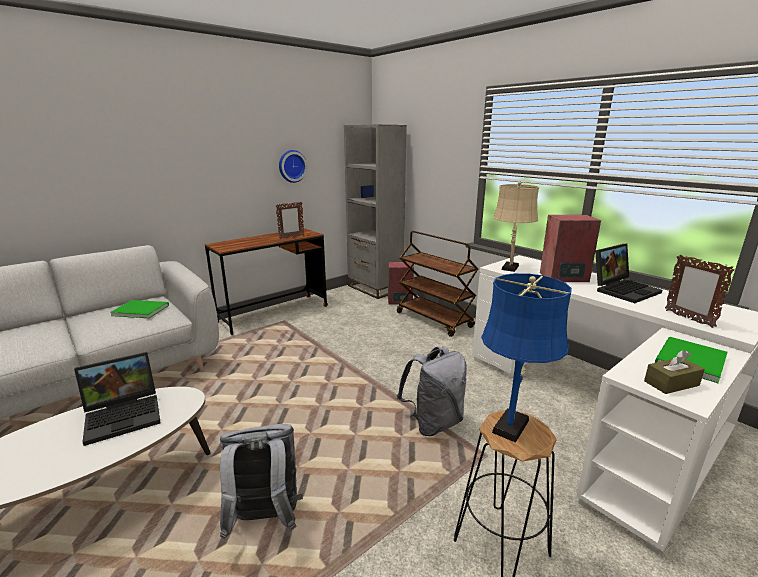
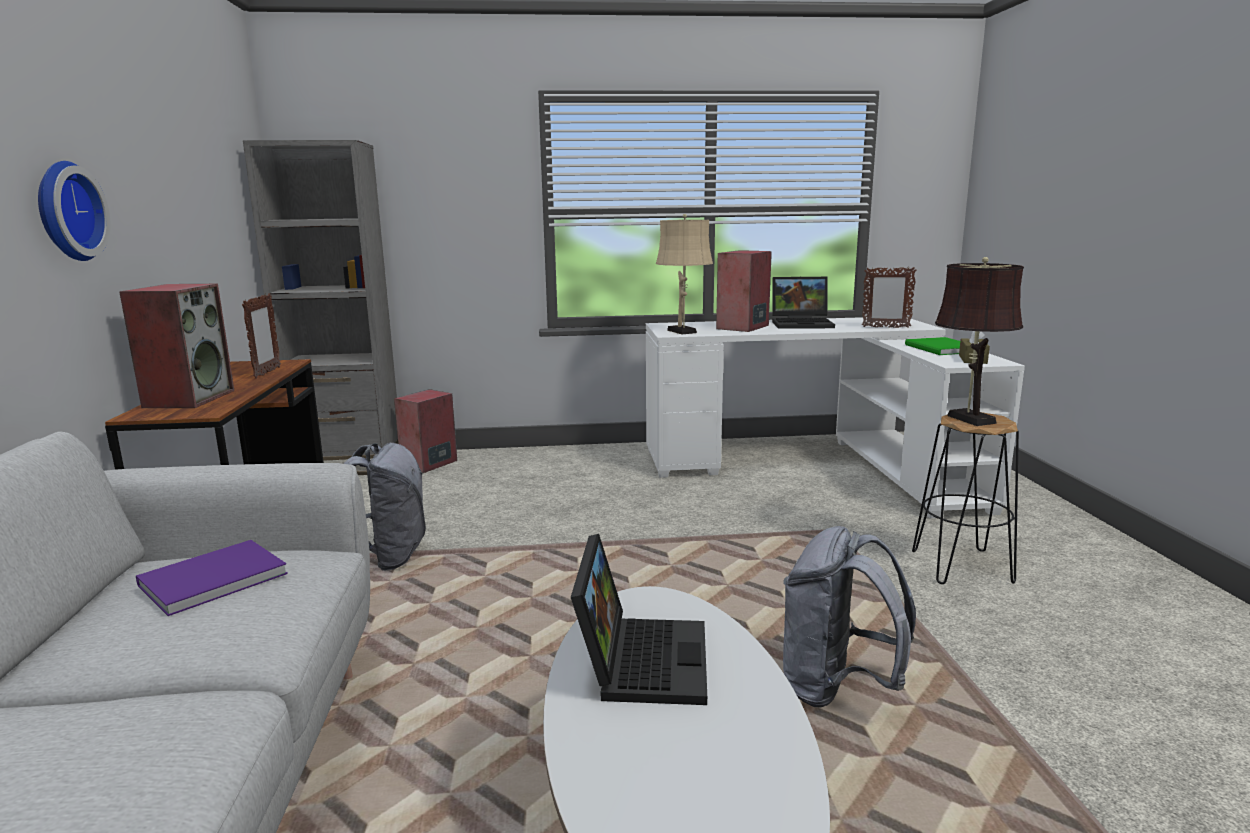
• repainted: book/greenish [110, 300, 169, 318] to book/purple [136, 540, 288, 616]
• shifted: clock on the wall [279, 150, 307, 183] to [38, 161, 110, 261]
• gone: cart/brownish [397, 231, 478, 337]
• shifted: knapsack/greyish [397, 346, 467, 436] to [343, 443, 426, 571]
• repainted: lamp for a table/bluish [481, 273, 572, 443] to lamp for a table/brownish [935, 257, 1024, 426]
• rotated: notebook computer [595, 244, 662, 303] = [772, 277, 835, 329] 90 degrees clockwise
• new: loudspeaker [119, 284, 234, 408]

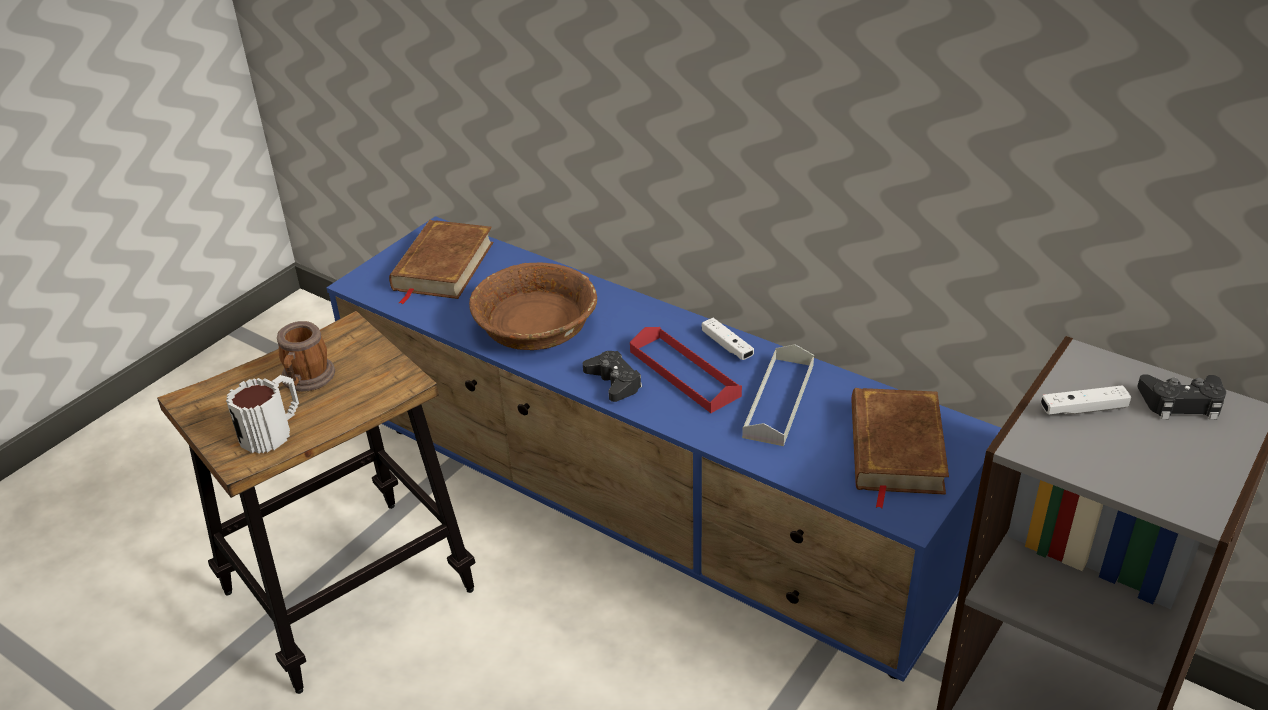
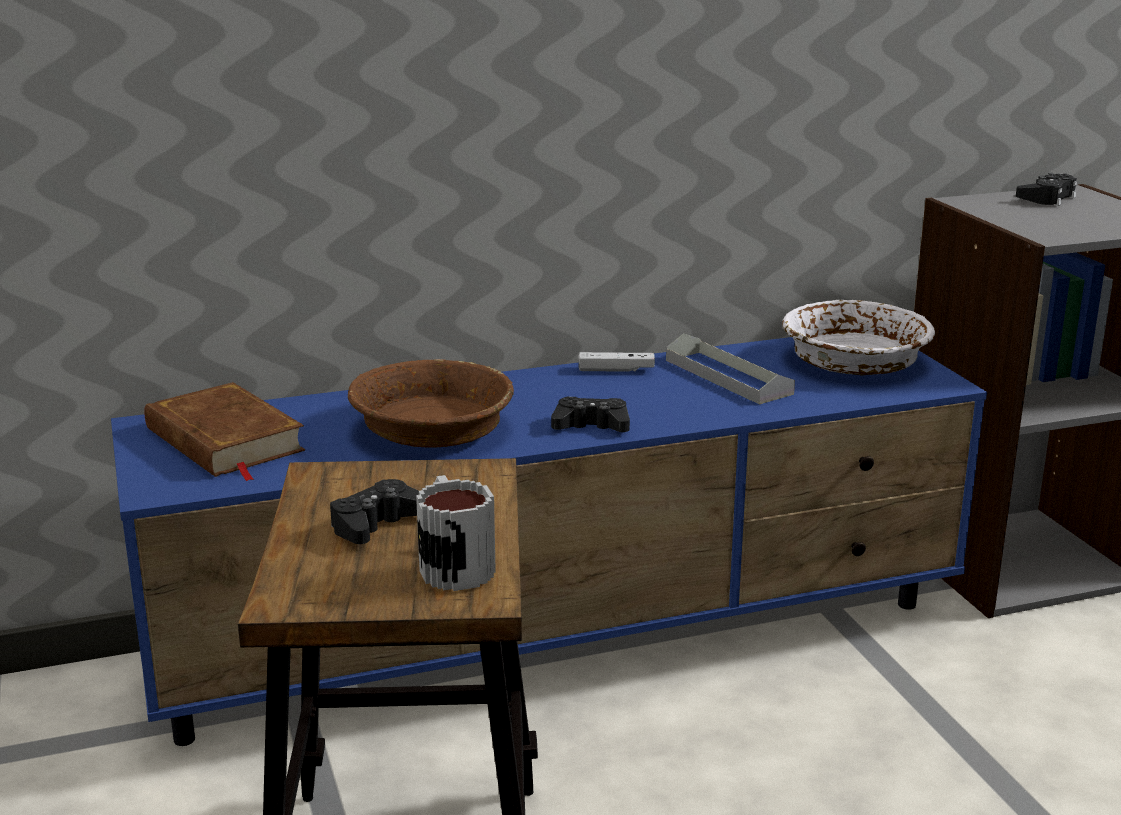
• swapped: coffee mug [277, 321, 335, 392] to game controller/blackish [330, 479, 419, 544]
• gone: carrying tray/red-coloured [630, 327, 742, 413]
• swapped: book/brownish [852, 388, 949, 508] to serving bowl/whitish [782, 300, 935, 376]
• gone: game controller/whitish [1041, 385, 1131, 415]

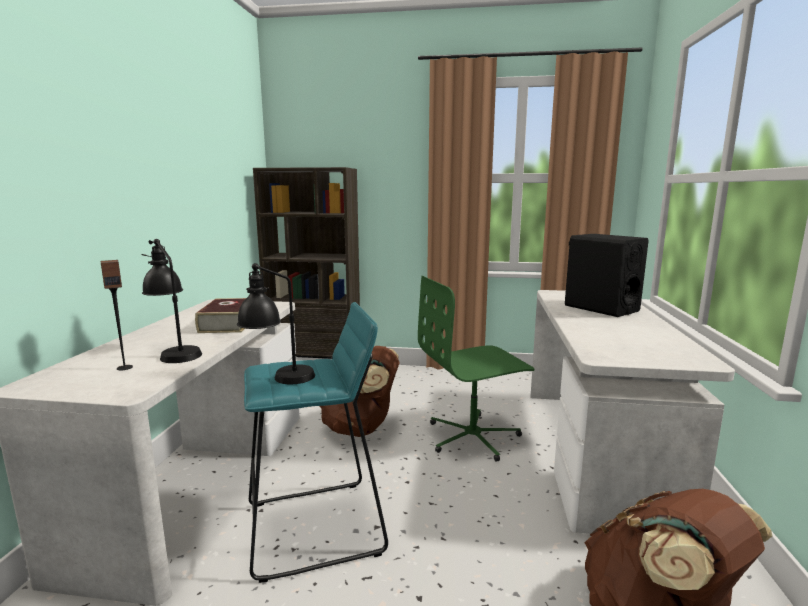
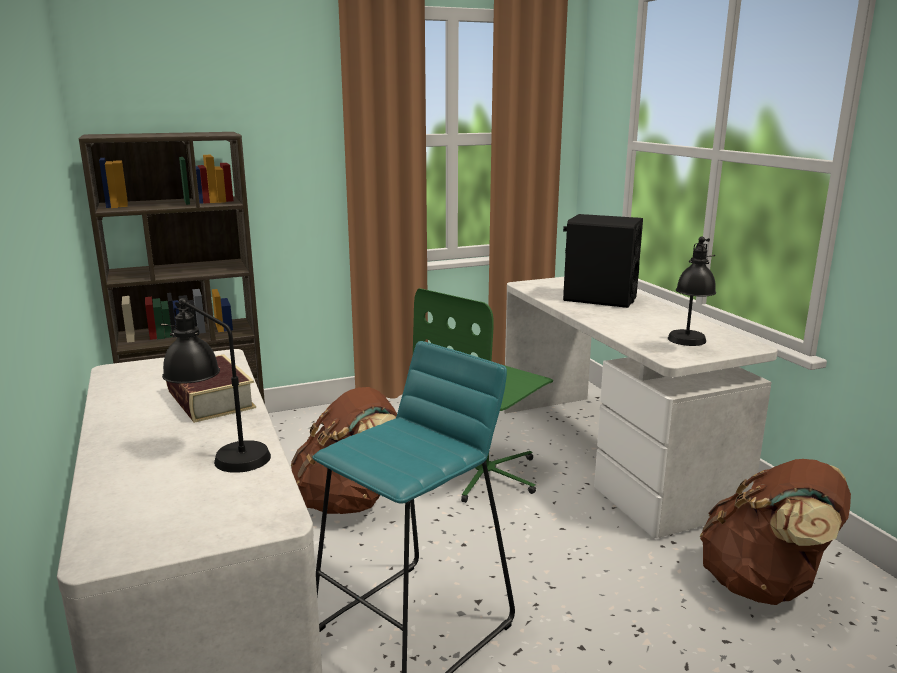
• gone: loudspeaker [101, 260, 133, 371]
• shifted: lamp for a table/blackish [237, 263, 315, 384] to [668, 237, 716, 346]

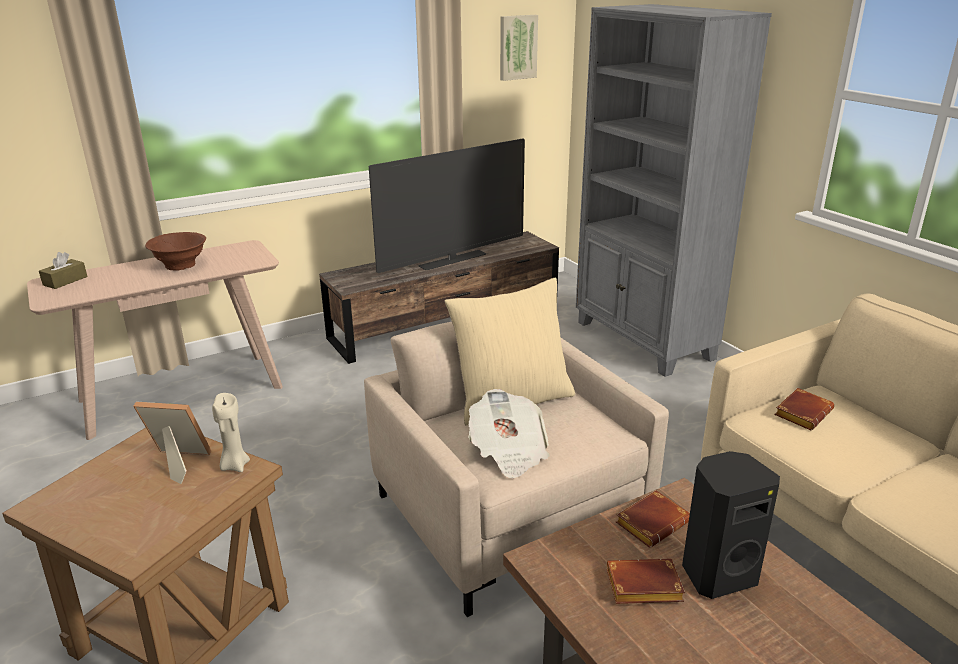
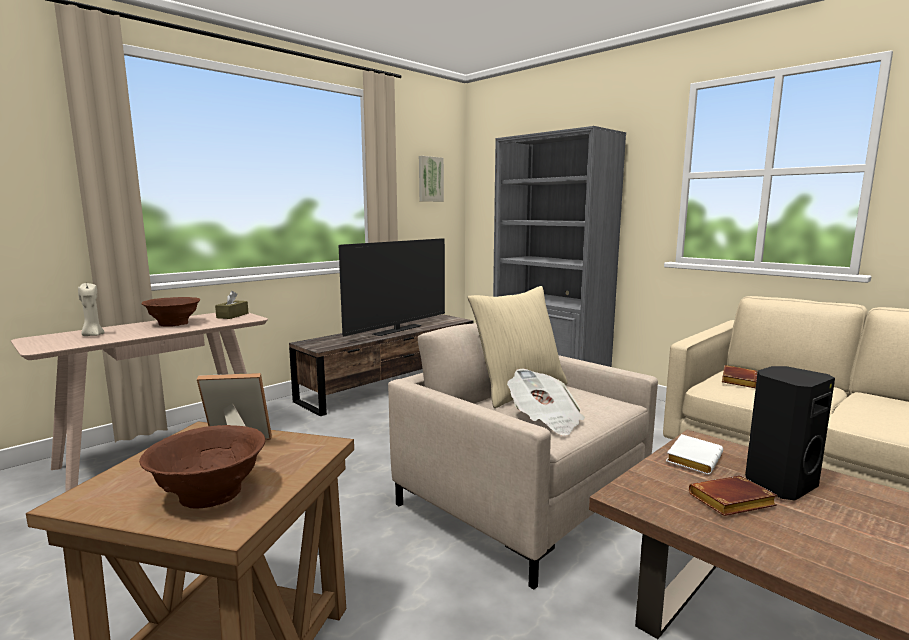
• shifted: tissue holder/brownish [39, 252, 87, 289] to [215, 291, 248, 319]
• shifted: wax candle/beige [212, 393, 250, 472] to [78, 282, 105, 336]
• repainted: book/brownish [616, 490, 690, 548] to book/whitish [666, 434, 723, 475]
• new: serving bowl/brownish [139, 425, 265, 508]

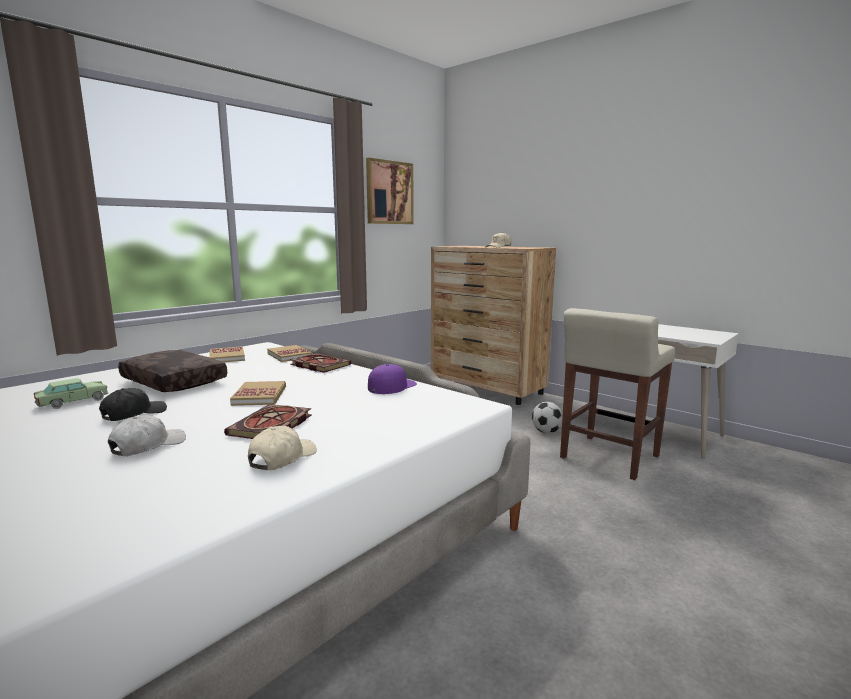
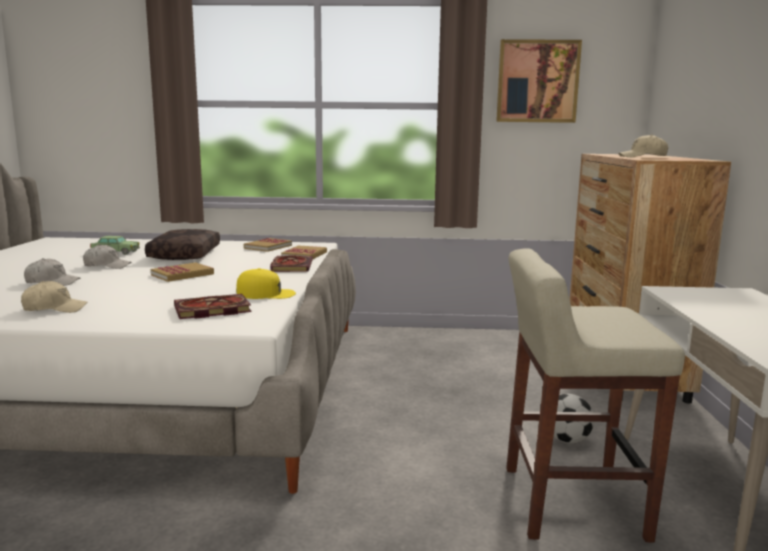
• repainted: cap/blackish [99, 388, 167, 421] to cap/whitish [83, 244, 132, 269]
• shifted: book [224, 404, 312, 439] to [174, 294, 252, 319]
• repainted: cap/purple [368, 364, 417, 394] to cap/yellow [236, 268, 296, 299]

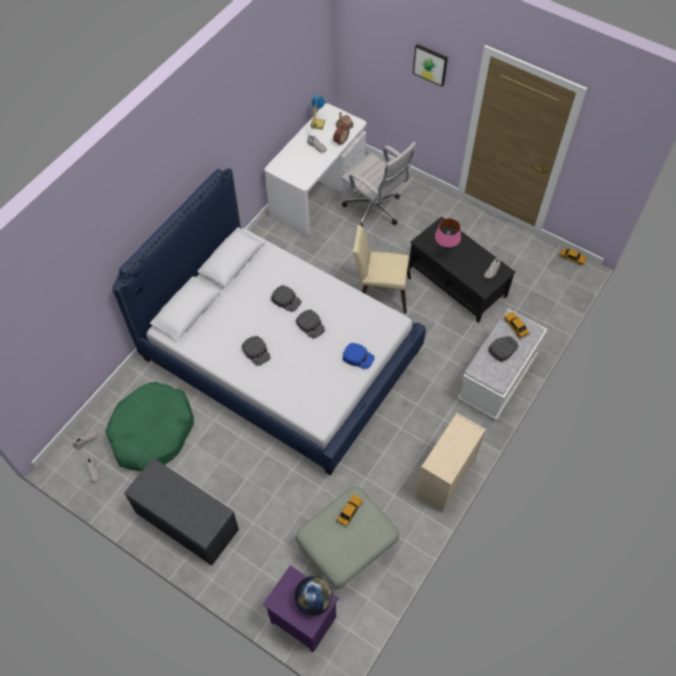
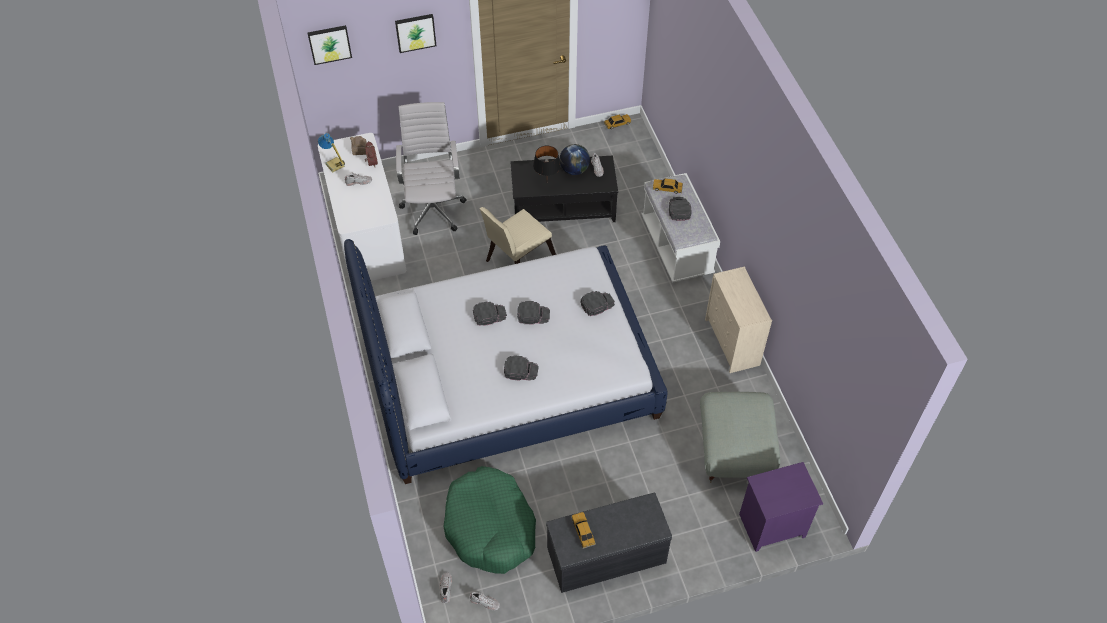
• shifted: desk globe [295, 576, 333, 616] to [559, 144, 590, 175]
• shifted: miniature car [336, 495, 363, 528] to [571, 512, 596, 549]
• rotated: desk chair/whitish [341, 141, 416, 227] = [396, 102, 466, 235] 90 degrees counterclockwise
• repainted: cap/bluish [343, 343, 375, 369] to cap/blackish [581, 291, 615, 316]
• repainted: lamp for a table/pinkish [435, 218, 461, 251] to lamp for a table/blackish [533, 146, 561, 176]
• new: wall picture [307, 25, 352, 65]

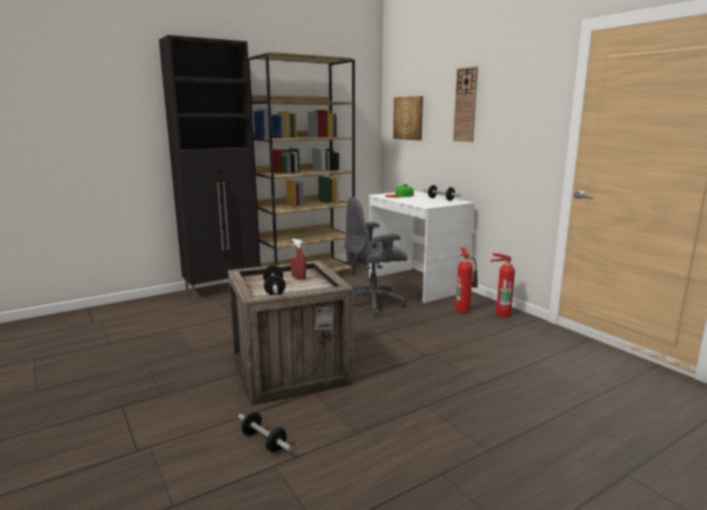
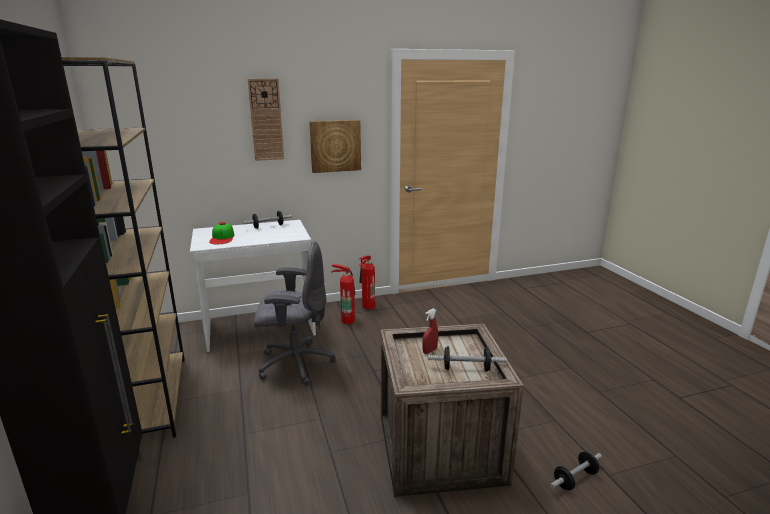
• rotated: desk chair/greyish [344, 197, 407, 317] = [254, 241, 335, 386] 90 degrees counterclockwise
• shifted: wall picture [393, 96, 423, 140] to [309, 120, 361, 173]

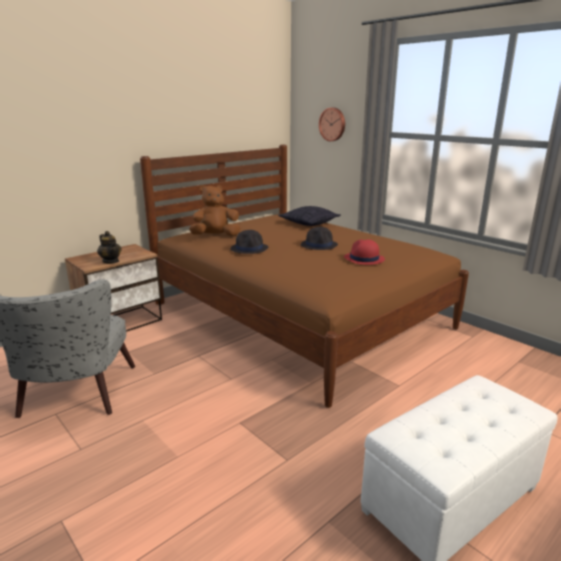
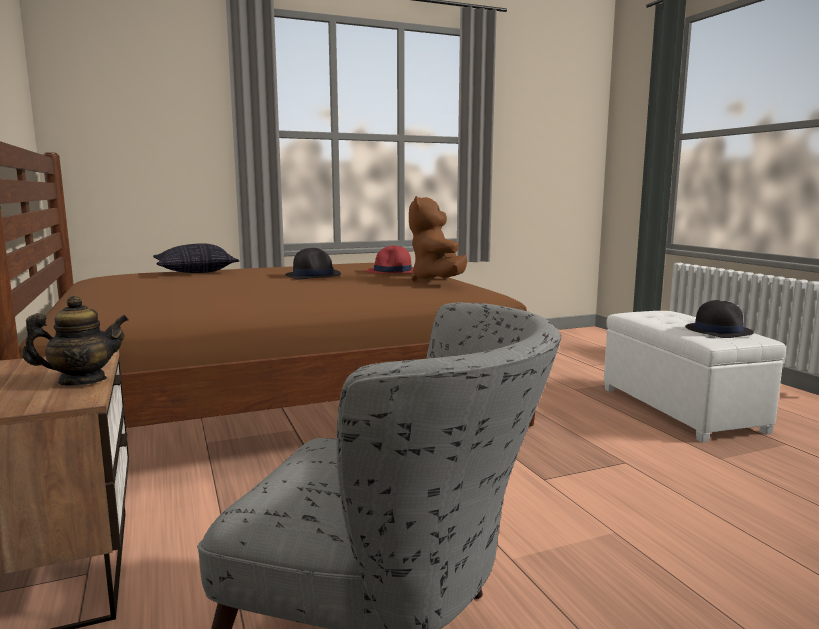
• shifted: plush toy/brownish [189, 185, 241, 236] to [409, 196, 467, 282]
• shifted: clothing hat/blackish [230, 230, 268, 254] to [685, 300, 754, 338]
• gone: clock on the wall [319, 108, 345, 141]

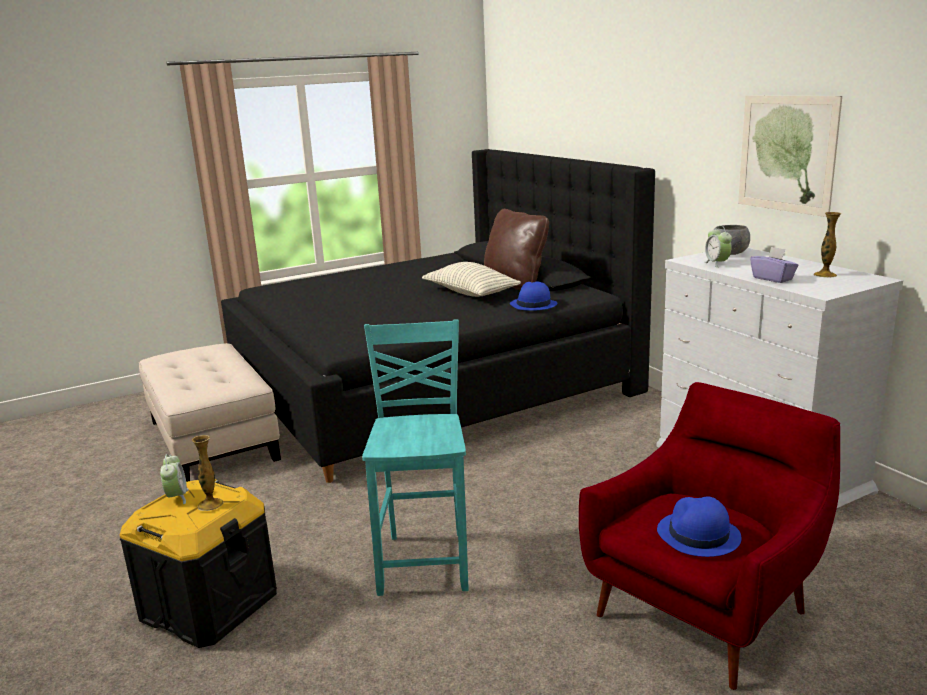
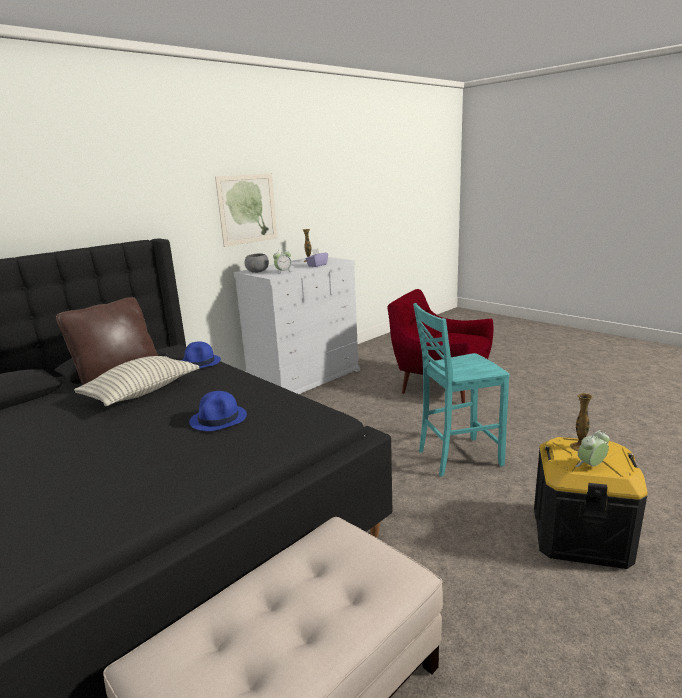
• shifted: clothing hat/bluish [657, 496, 742, 557] to [189, 391, 247, 431]

